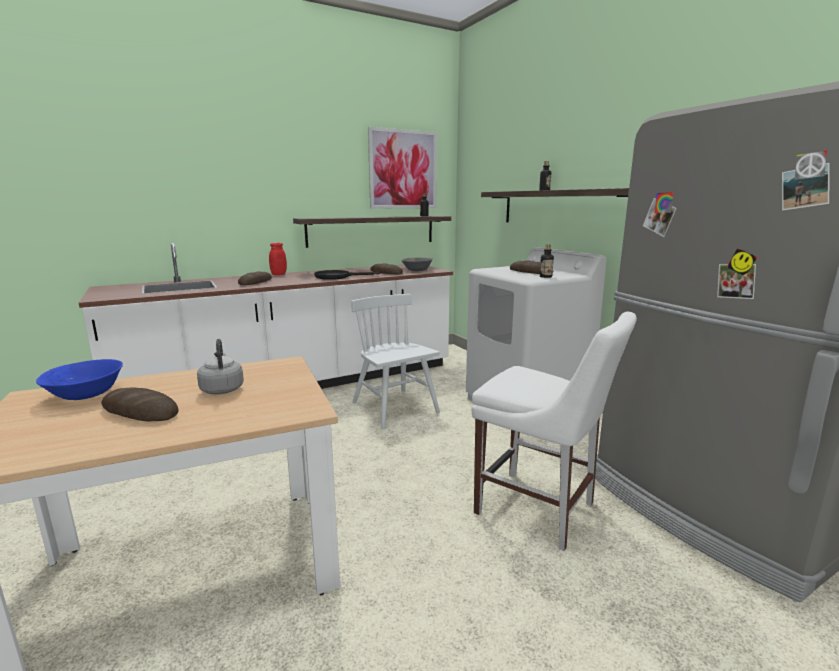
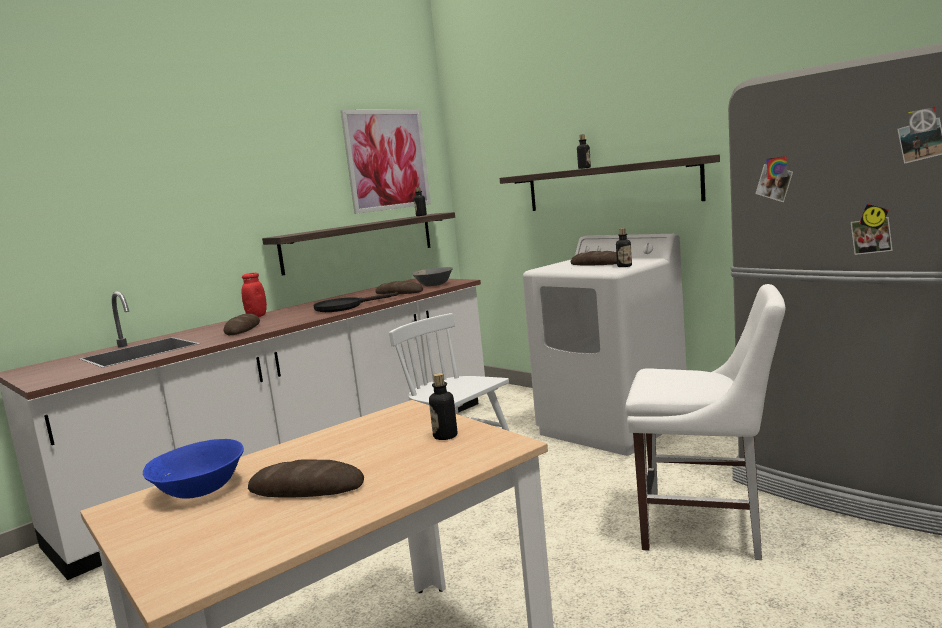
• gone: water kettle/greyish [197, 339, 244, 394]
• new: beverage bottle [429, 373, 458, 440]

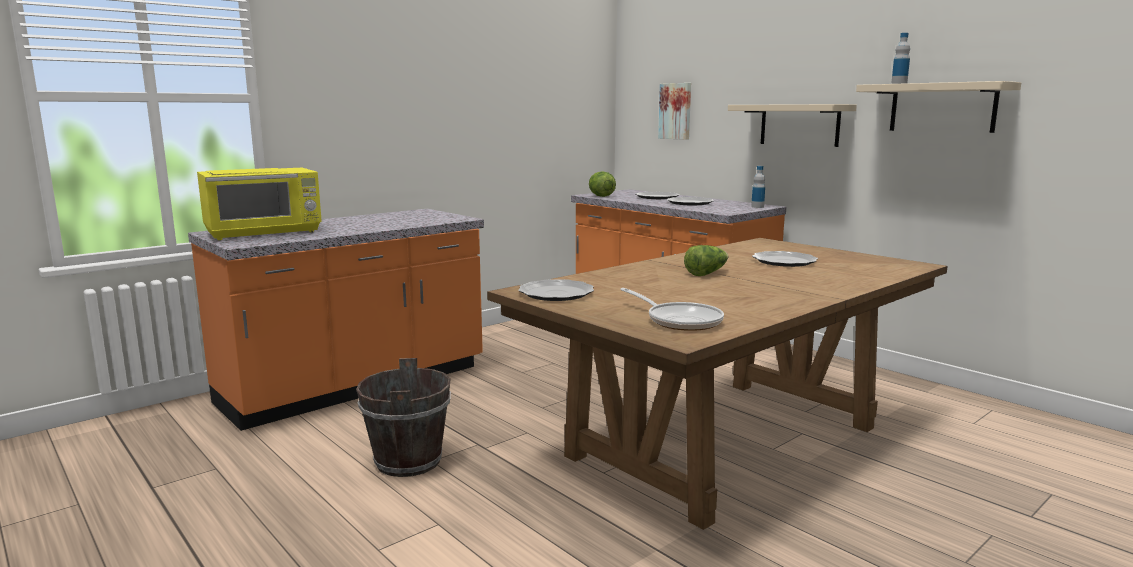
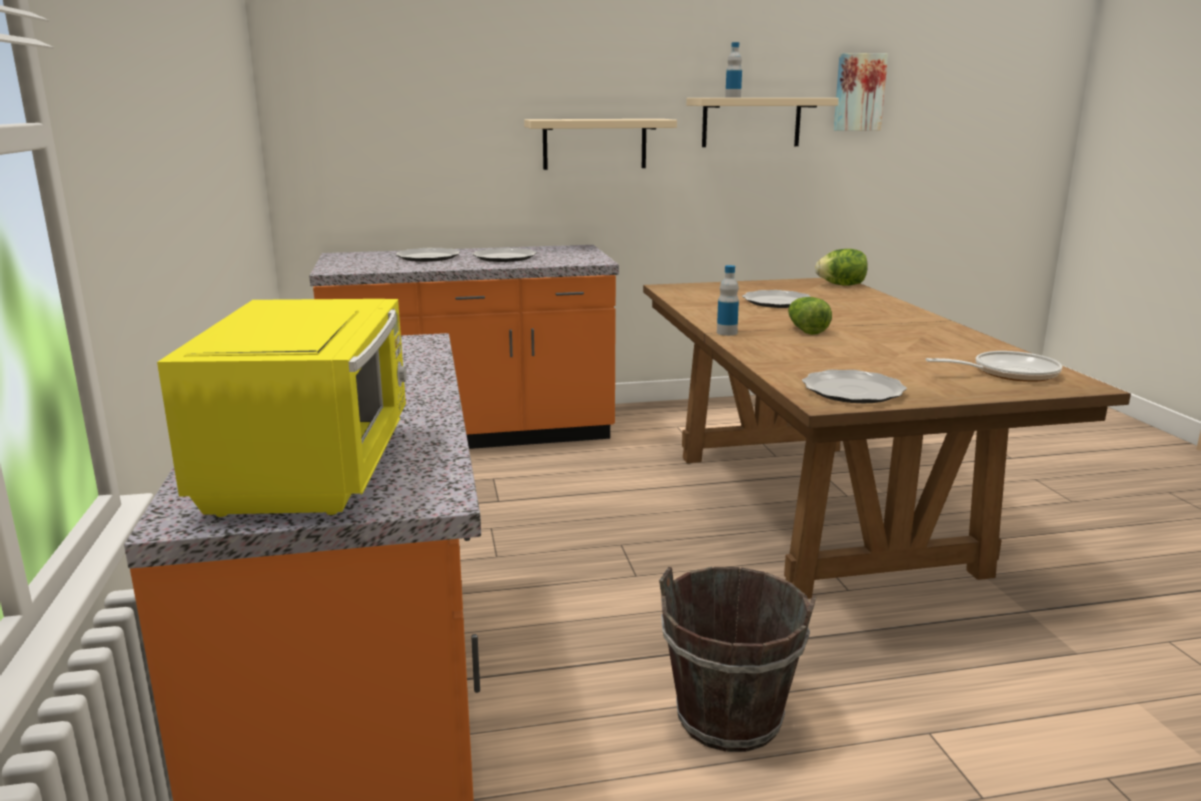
• shifted: head of lettuce [589, 171, 616, 197] to [815, 249, 868, 286]
• shifted: wall picture [658, 83, 691, 140] to [834, 53, 888, 131]
• shifted: beverage bottle [751, 166, 765, 208] to [717, 265, 739, 336]

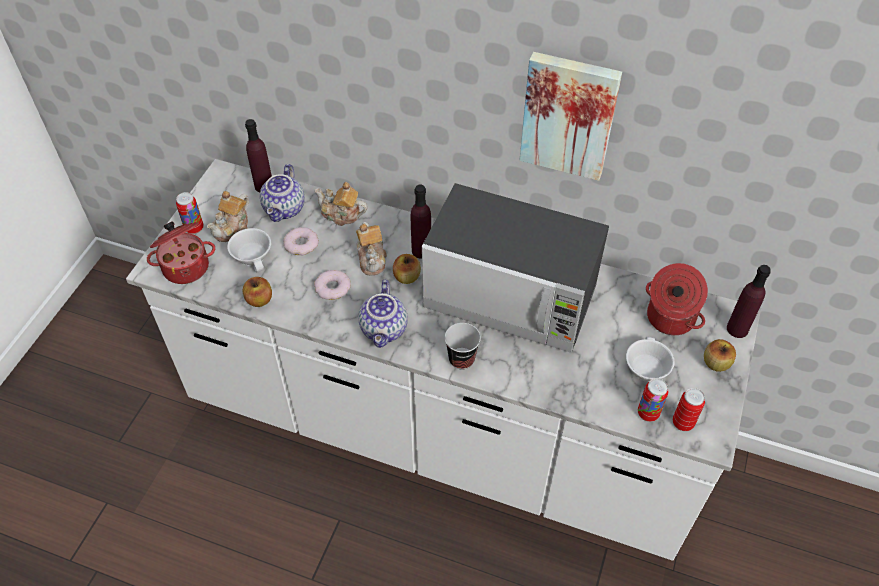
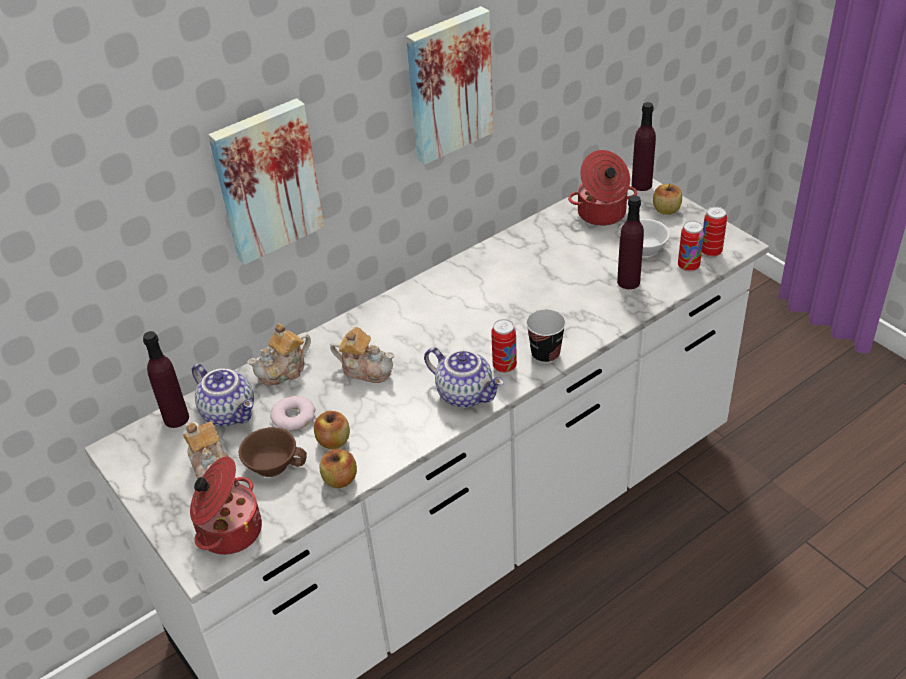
• shifted: metal can [176, 192, 203, 234] to [491, 319, 517, 373]
• repainted: cup/whitish [227, 228, 271, 273] to cup/brownish [239, 427, 307, 477]
• gone: ring doughnut [314, 270, 351, 300]
• shifted: whole apple [393, 254, 421, 284] to [314, 411, 350, 449]
• shifted: beverage bottle/purple [411, 185, 431, 259] to [617, 195, 644, 289]
• gone: kitchen microwave [422, 183, 609, 353]
• new: wall picture [208, 98, 325, 265]

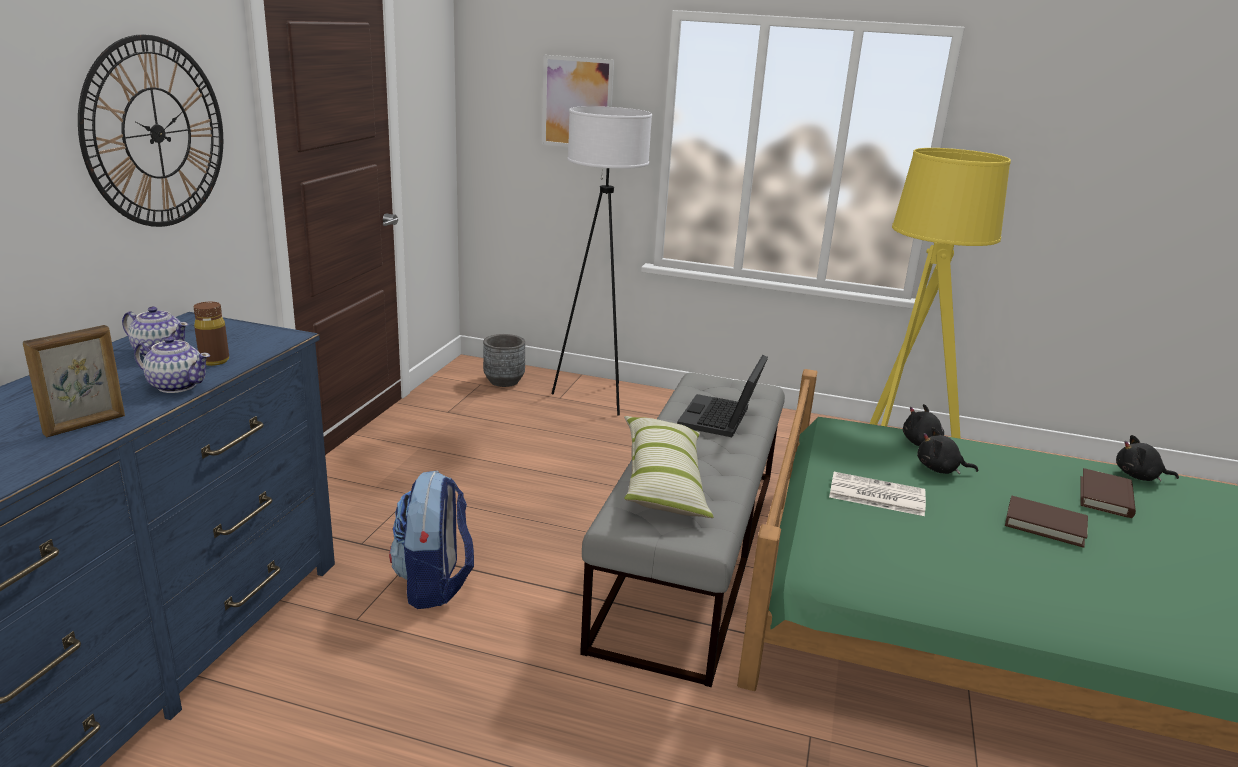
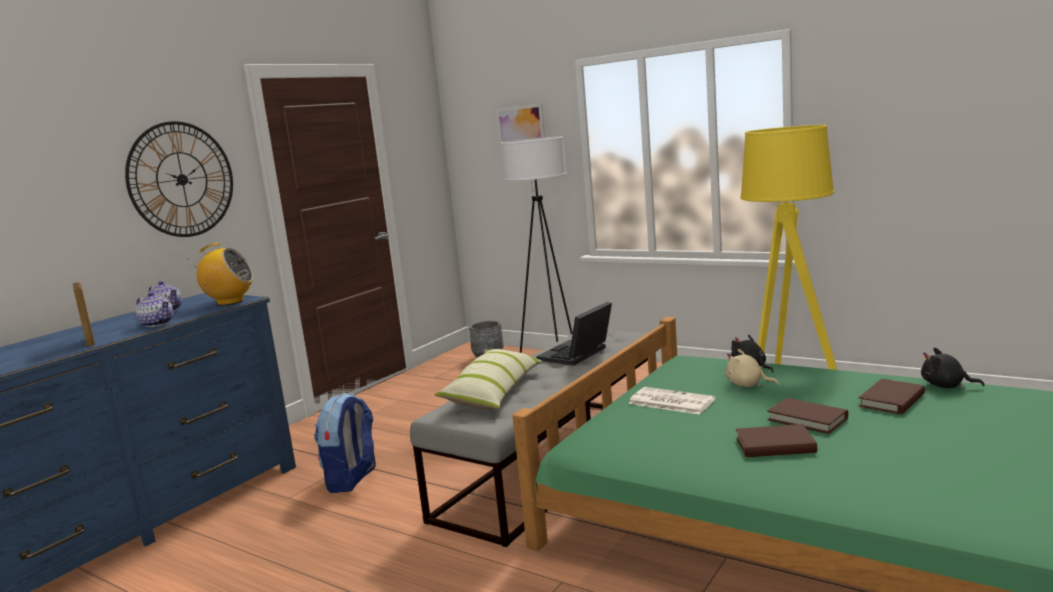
• rotated: standing frame [23, 325, 125, 437] = [73, 282, 95, 347] 90 degrees counterclockwise
• gone: beverage bottle/brownish [194, 302, 229, 366]
• repainted: plush toy/blackish [917, 427, 978, 474] to plush toy/beige [726, 349, 779, 387]
• new: radio set [188, 243, 254, 305]
• new: book/brownish [736, 424, 817, 457]

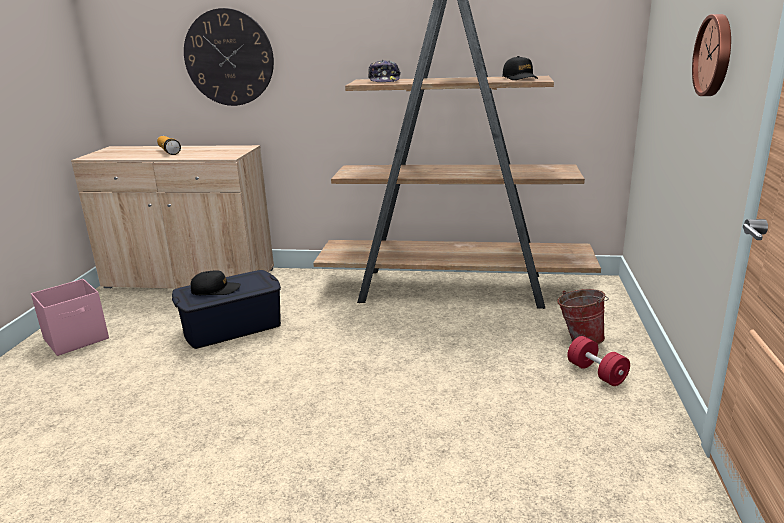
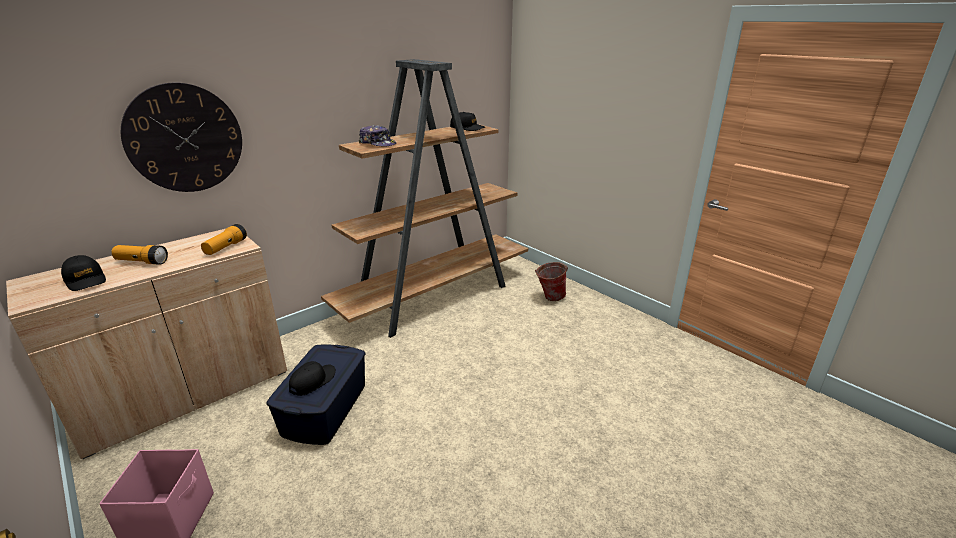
• gone: dumbbell/red-coloured [567, 336, 630, 386]
• gone: clock on the wall [692, 14, 731, 96]
• new: cap/blackish [61, 255, 106, 291]
• new: flashlight [201, 224, 247, 255]

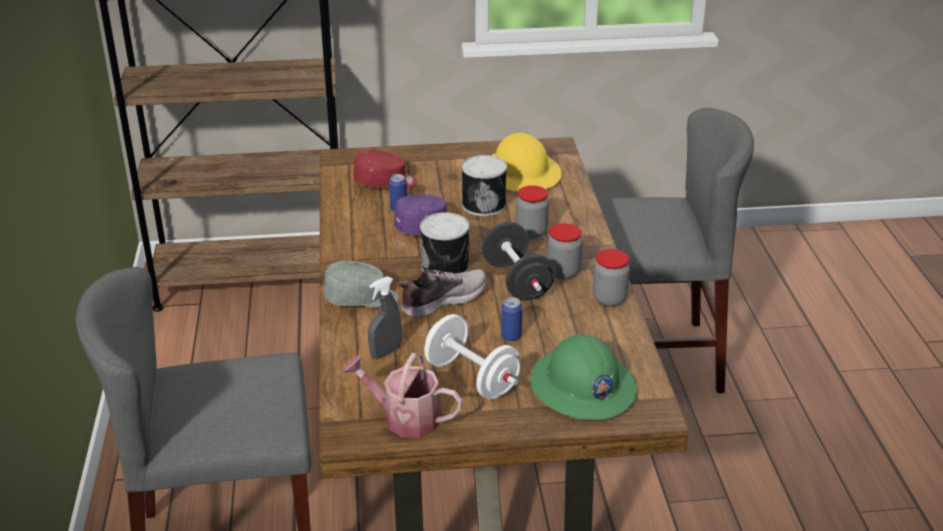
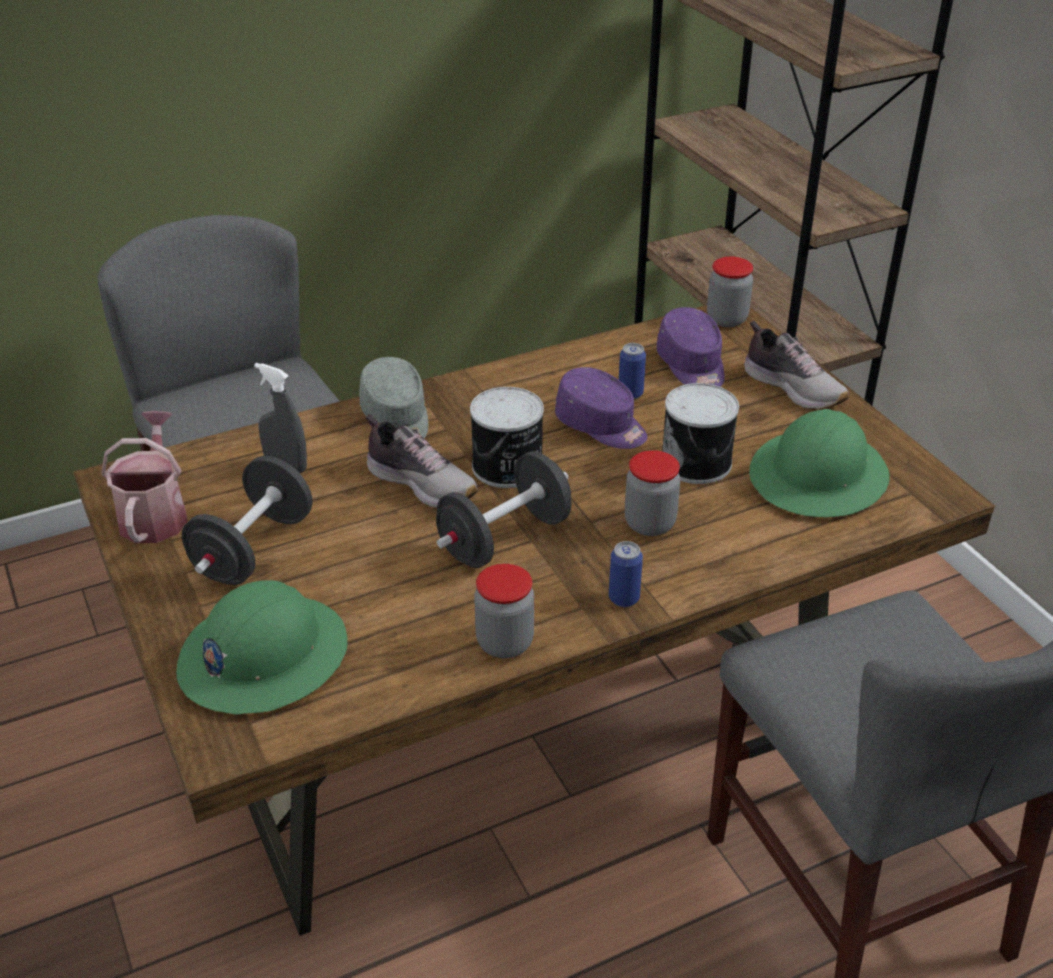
• repainted: cap/red-coloured [353, 150, 418, 189] to cap/purple [656, 307, 725, 387]
• repainted: dumbbell/whitish [424, 314, 521, 400] to dumbbell/blackish [182, 456, 312, 585]
• repainted: hard hat/yellow [492, 133, 562, 192] to hard hat/greenish [749, 409, 889, 517]
• shifted: metal can [501, 297, 522, 342] to [609, 541, 643, 607]
• shifted: jar [547, 223, 582, 279] to [707, 256, 753, 327]
• new: shoe [744, 321, 849, 409]

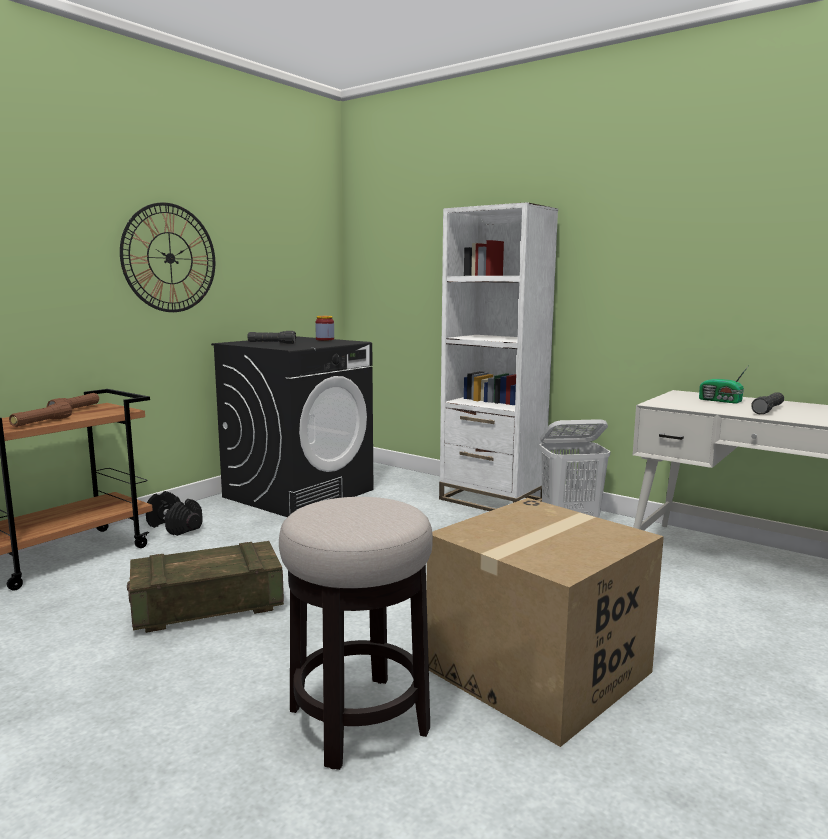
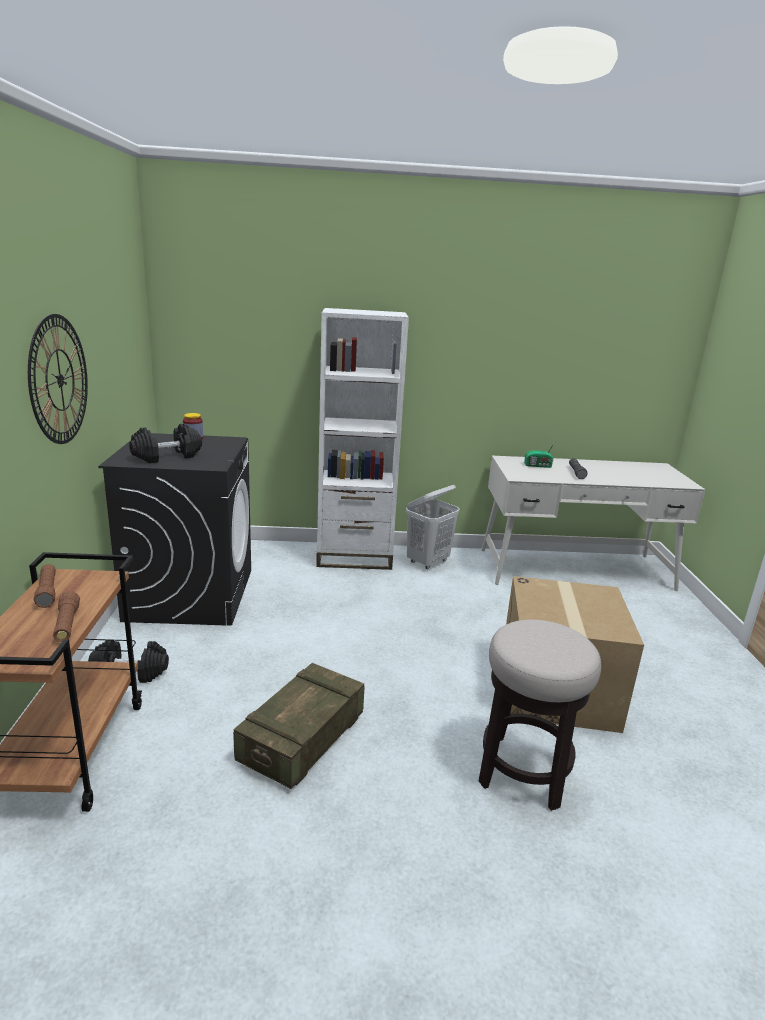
• swapped: flashlight/blackish [247, 331, 296, 344] to dumbbell/blackish [129, 423, 202, 463]

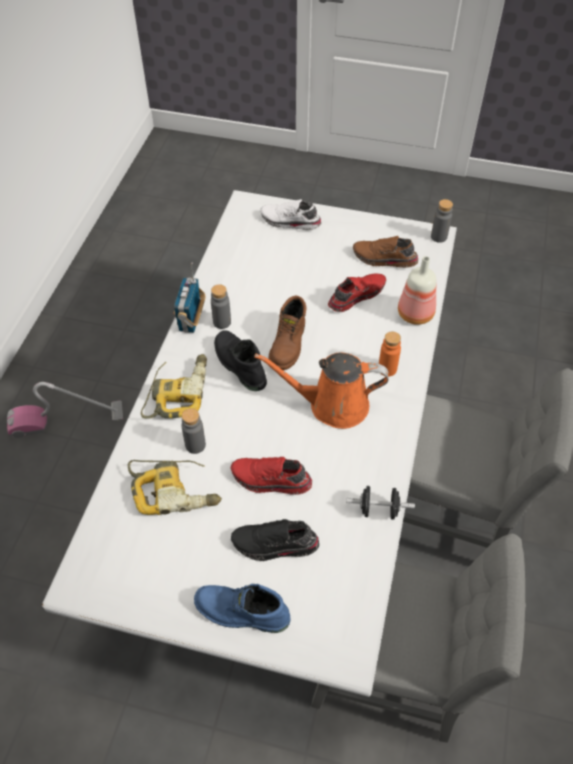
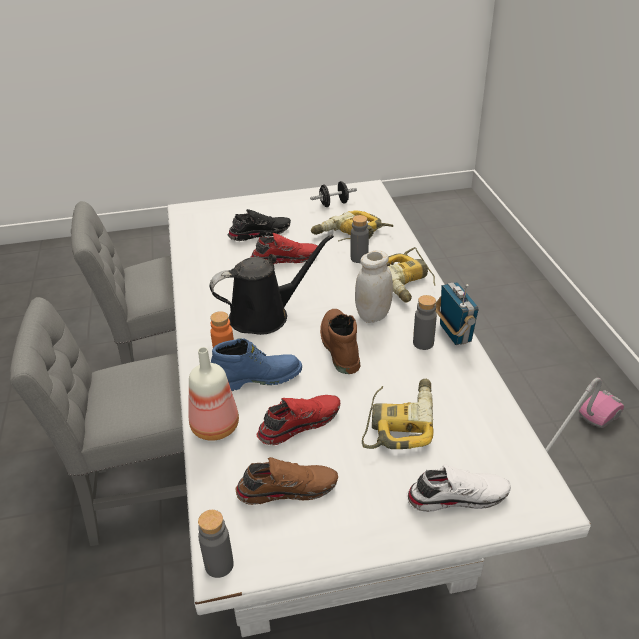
• shifted: tall boot/bluish [194, 584, 290, 633] to [211, 338, 302, 391]
• swapped: tall boot/blackish [214, 330, 267, 391] to jar/whitish [355, 250, 393, 323]
• repainted: watering can/orange [254, 353, 389, 429] to watering can/blackish [210, 234, 334, 335]
• rotated: shoe/red-coloured [328, 273, 386, 312] = [257, 395, 340, 445] 150 degrees counterclockwise
• shifted: dumbbell/blackish [346, 486, 415, 520] to [310, 181, 357, 207]
• new: electric drill [362, 379, 433, 449]

